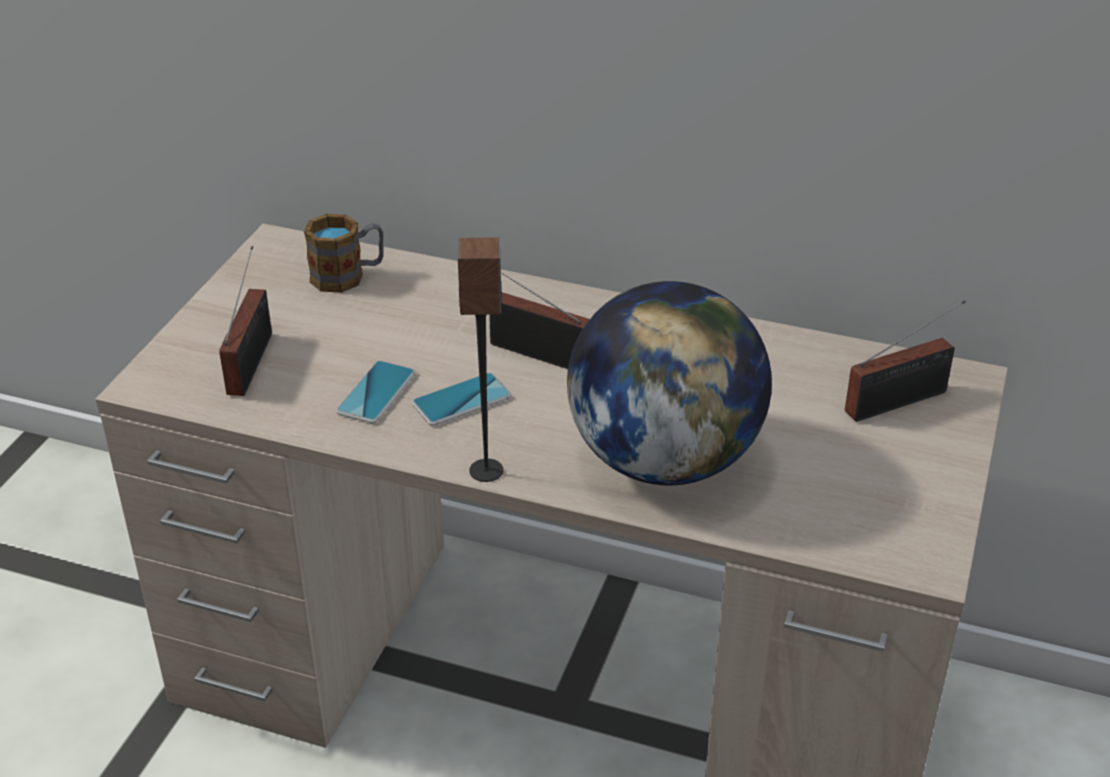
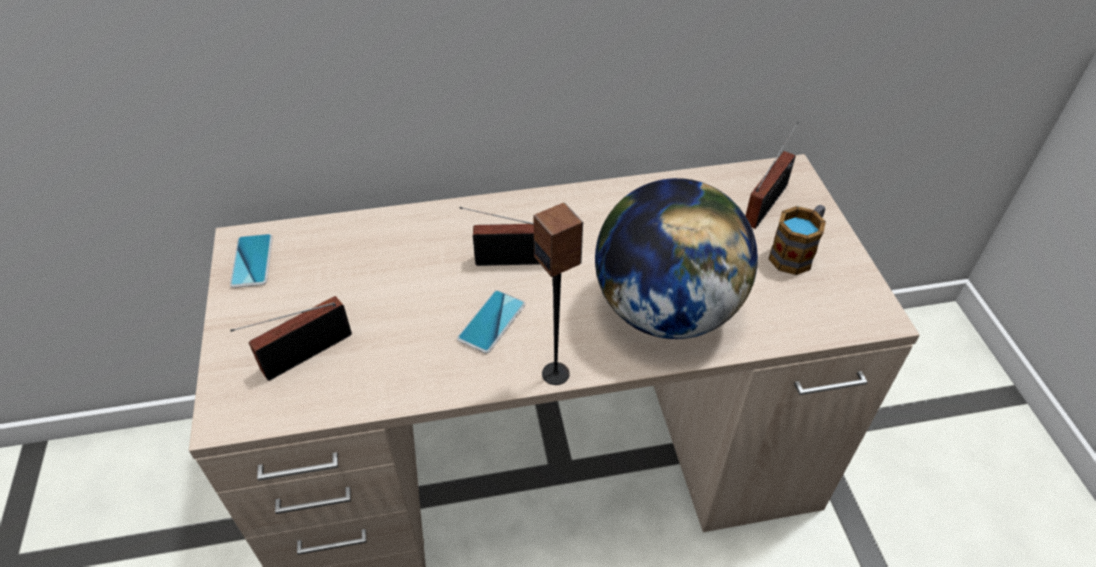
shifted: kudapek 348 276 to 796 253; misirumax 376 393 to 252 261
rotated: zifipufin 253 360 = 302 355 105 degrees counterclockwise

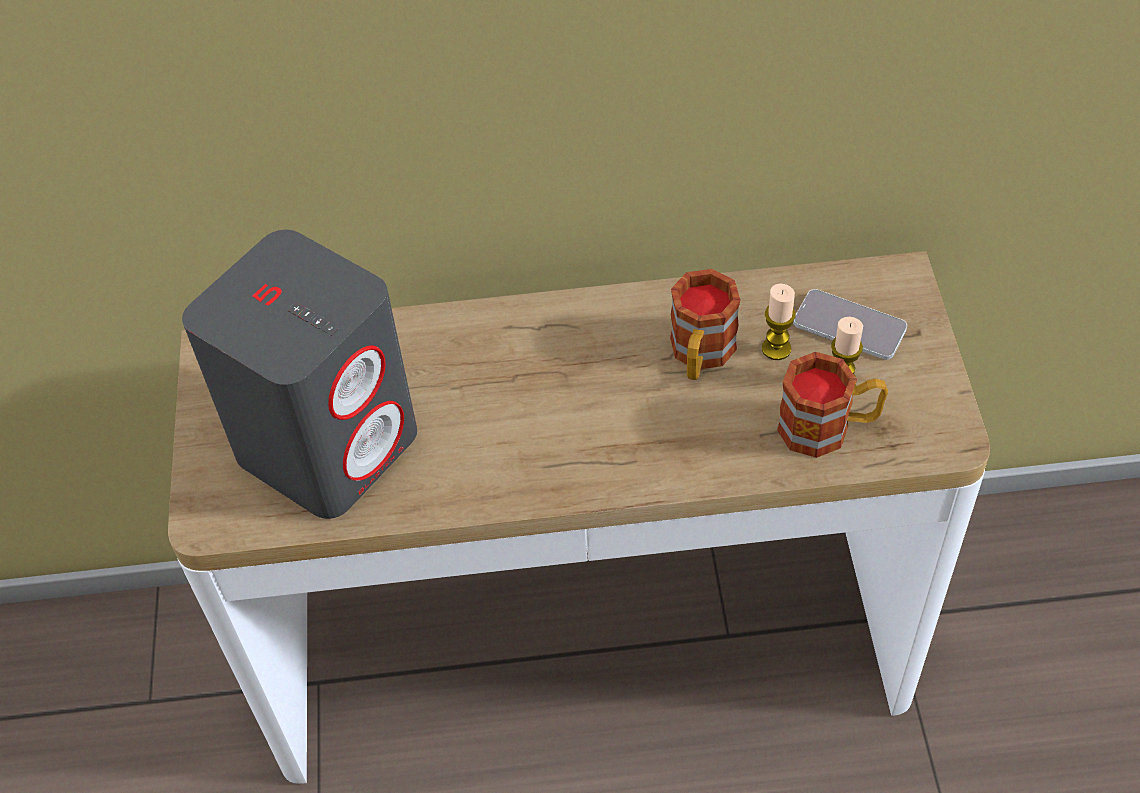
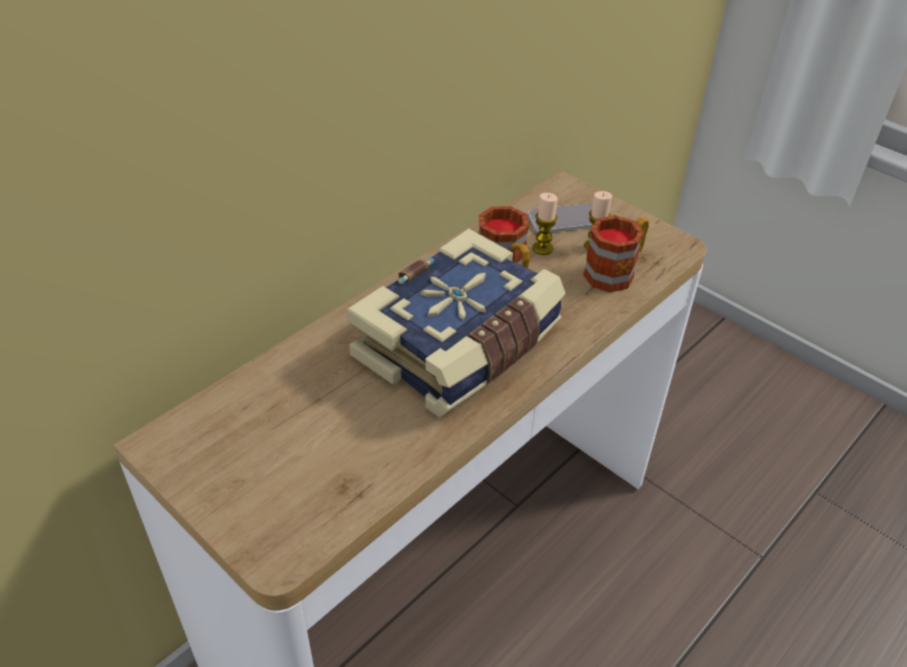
gone: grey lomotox 329 443
new: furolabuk 460 347

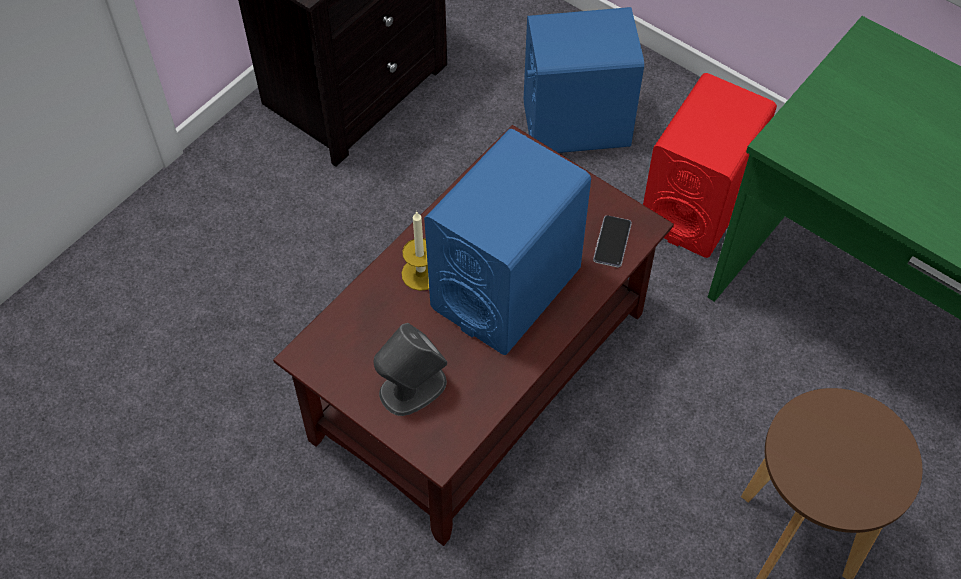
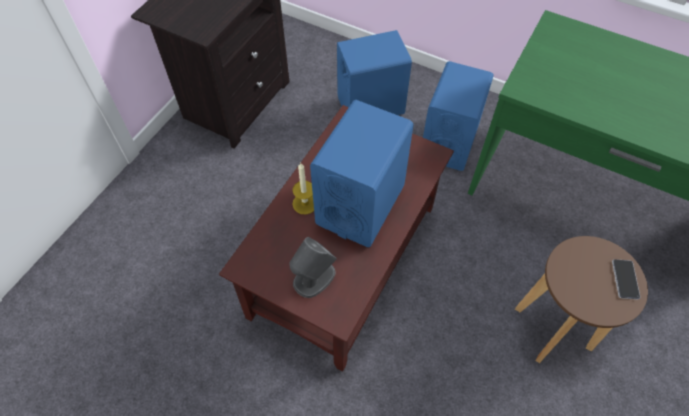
shifted: misirumax 612 242 to 625 279
repainted: red lomotox 696 206 to blue lomotox 449 142

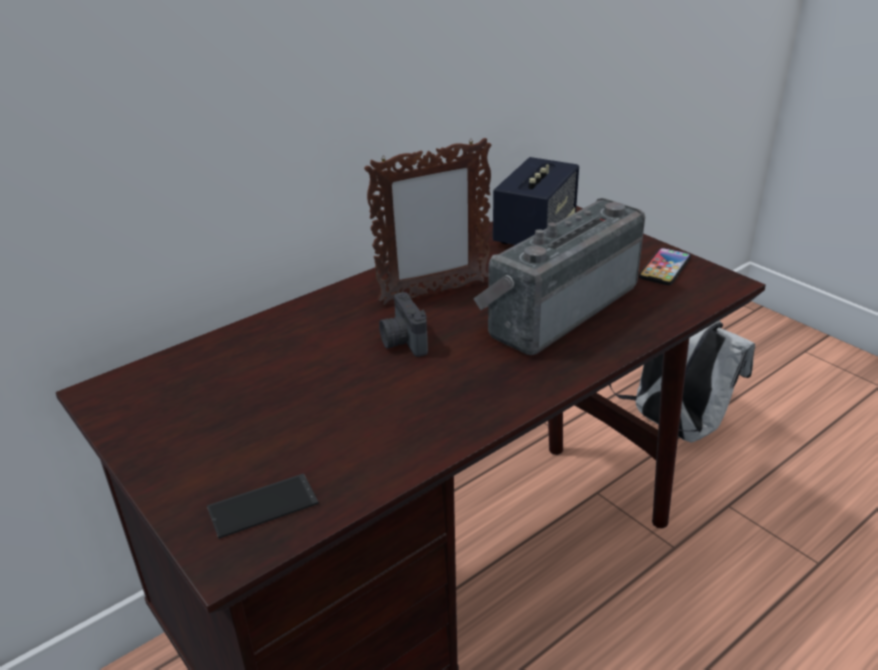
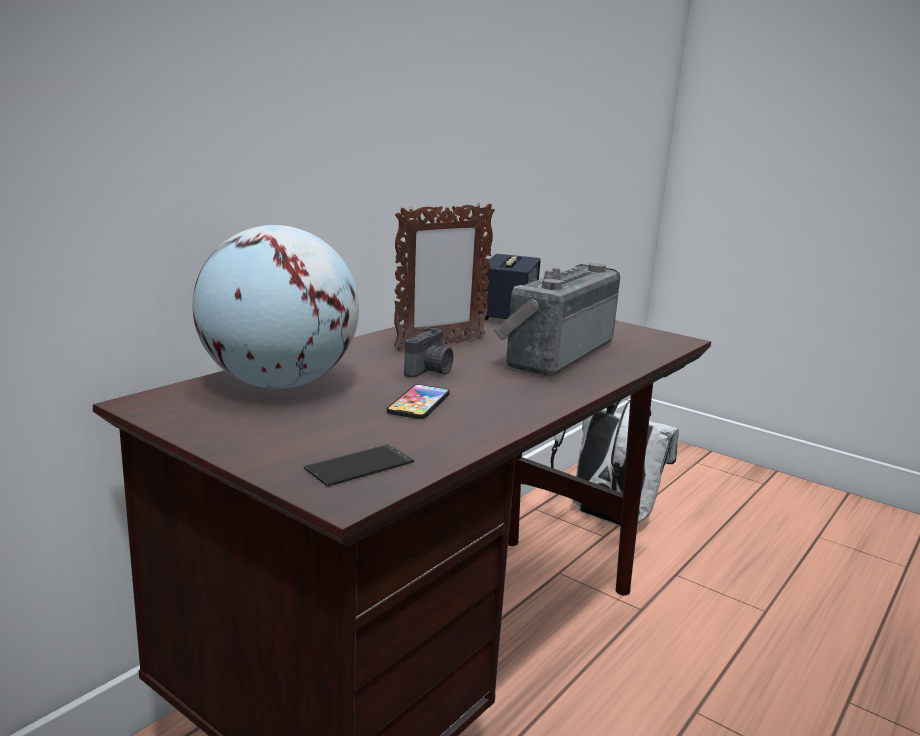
new: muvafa 279 384
shifted: misirumax 665 267 to 419 403
rotated: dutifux 402 342 = 430 371 120 degrees counterclockwise

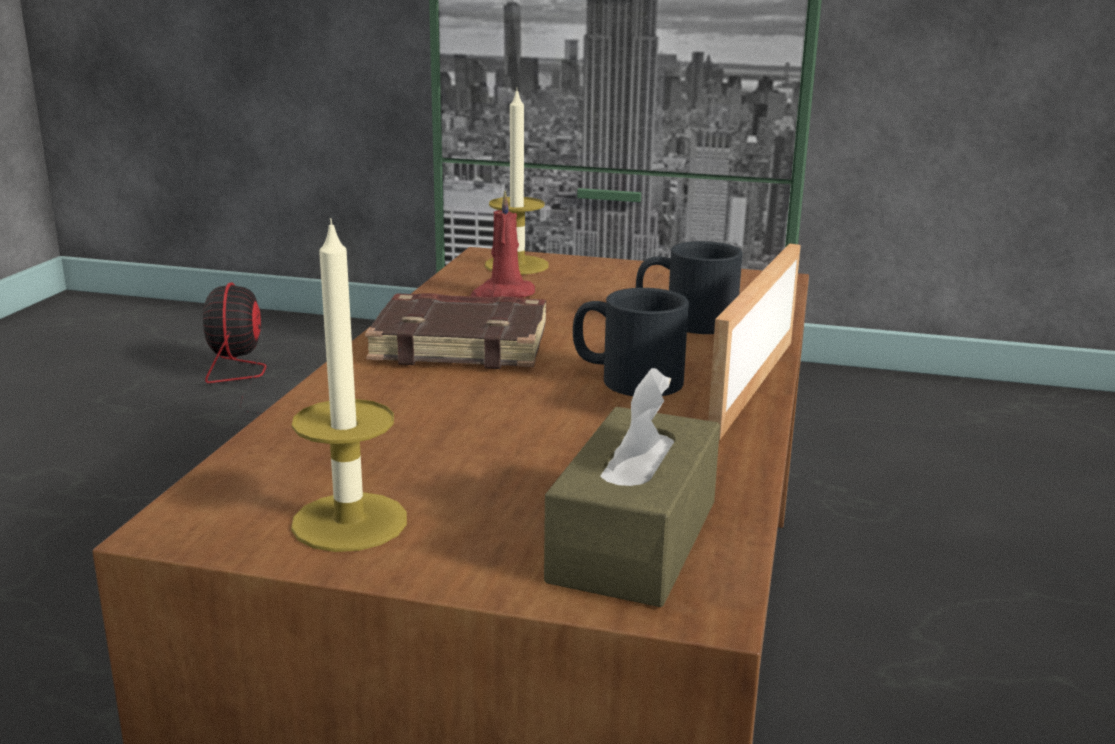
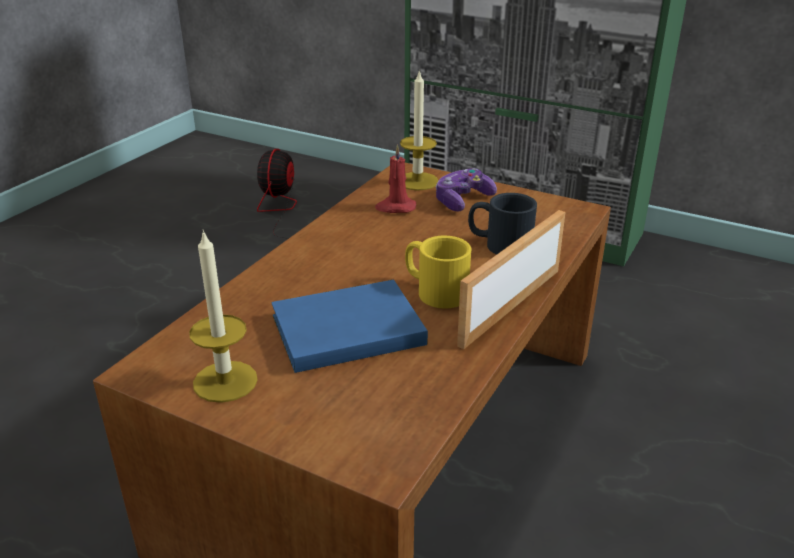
gone: brown furolabuk 463 343; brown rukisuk 634 540
new: blue furolabuk 343 329; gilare 463 200
repainted: black kudapek 626 378 to yellow kudapek 434 290

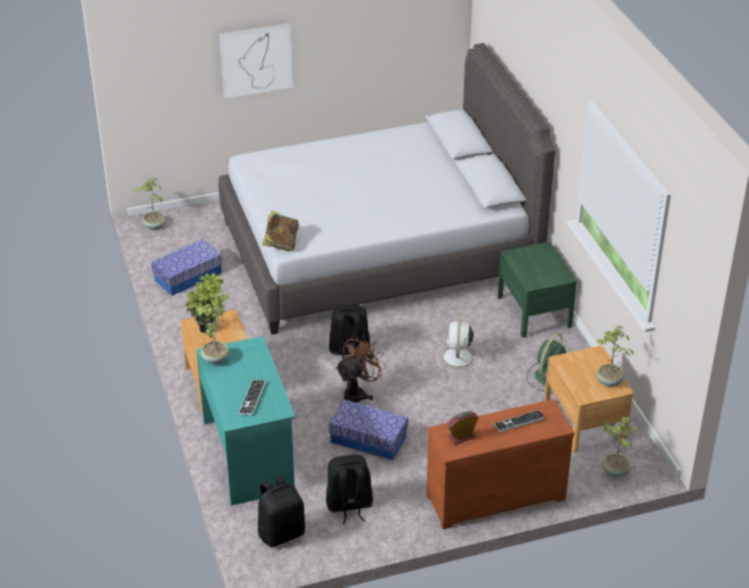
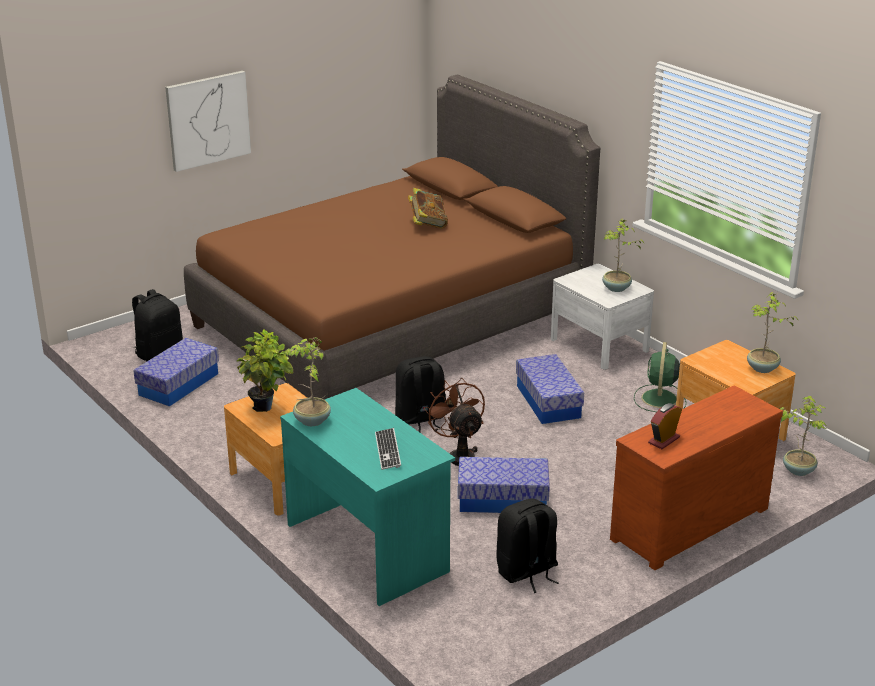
gone: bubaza 519 422
shifted: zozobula 154 226 to 616 288; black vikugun 281 532 to 159 353; furolabuk 281 243 to 427 224
swapped: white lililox 457 358 to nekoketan 548 401
repainted: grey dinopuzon 378 250 to brown dinopuzon 390 322; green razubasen 534 311 to white razubasen 599 345
rotated: brown lililox 358 393 = 459 456 45 degrees counterclockwise

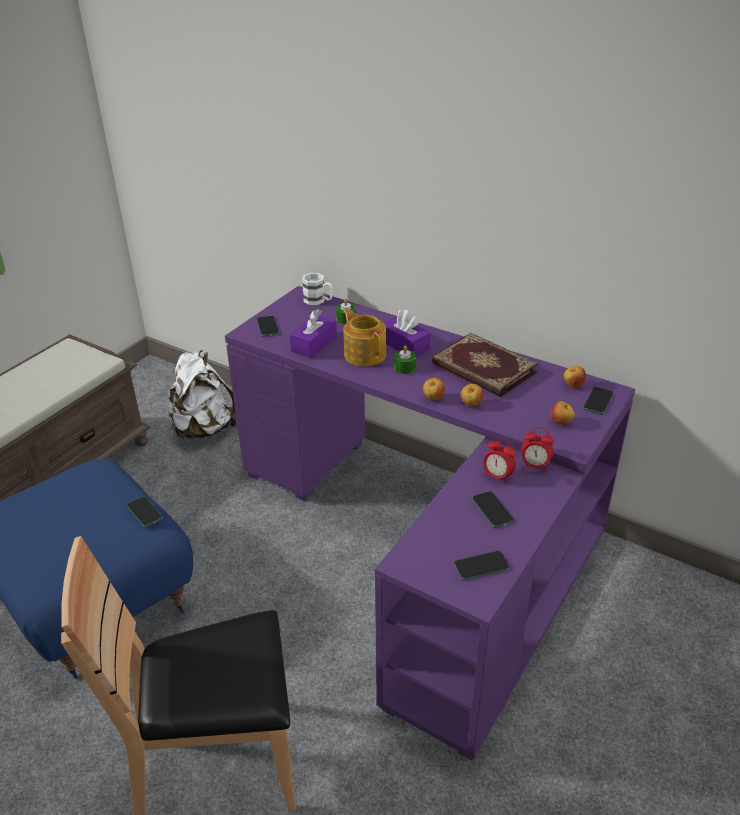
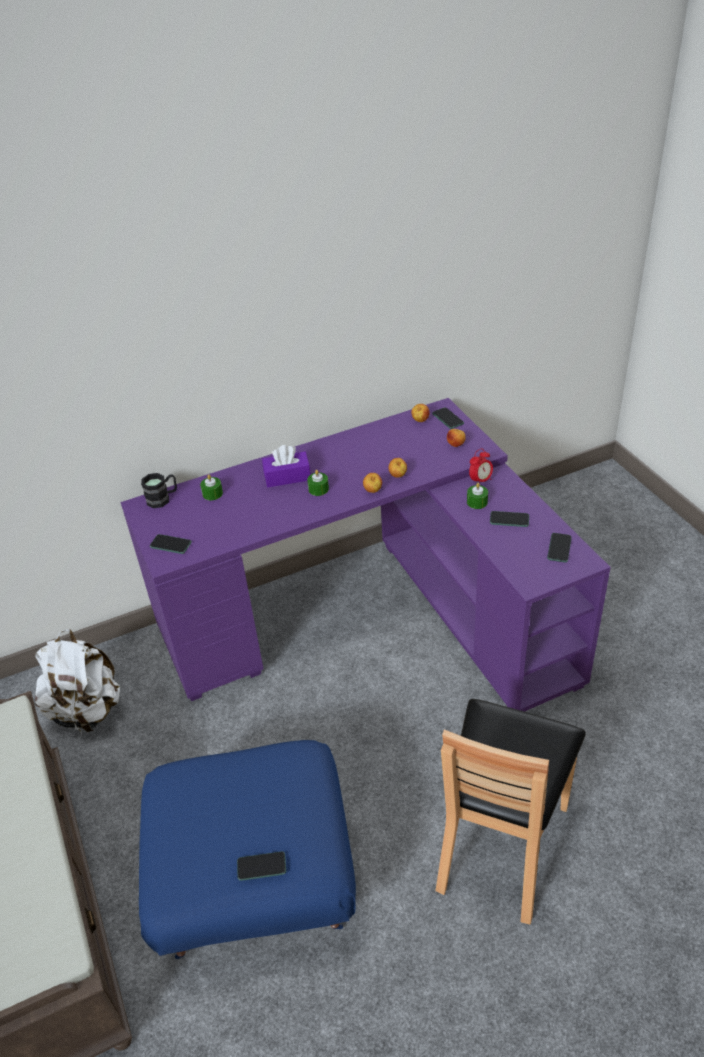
gone: purple rukisuk 314 344; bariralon 365 354; furolabuk 483 369
shifted: misirumax 144 512 to 261 866
swapped: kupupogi 497 476 to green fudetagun 477 502
repainted: white kudapek 318 301 to black kudapek 163 498

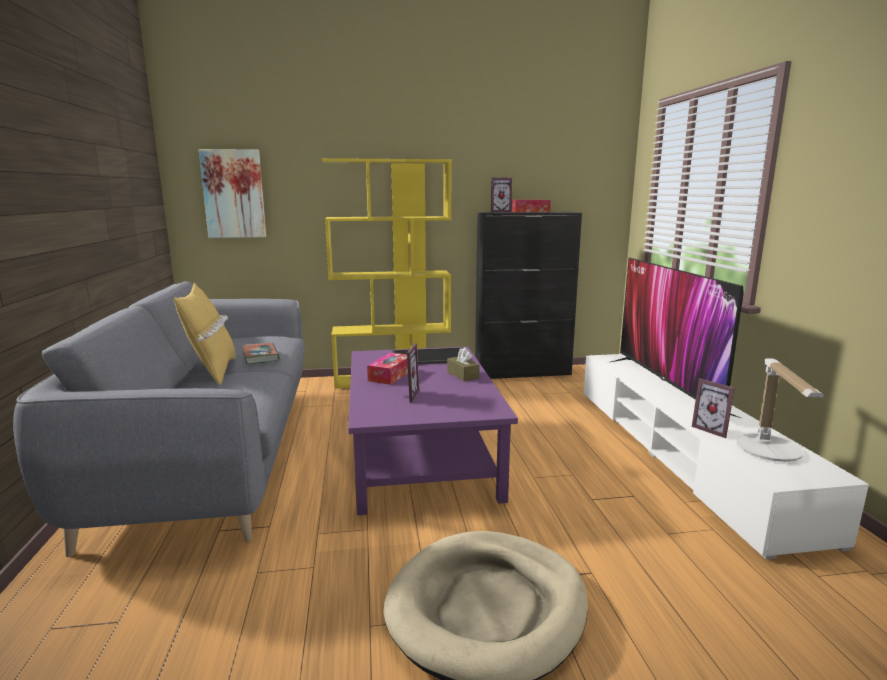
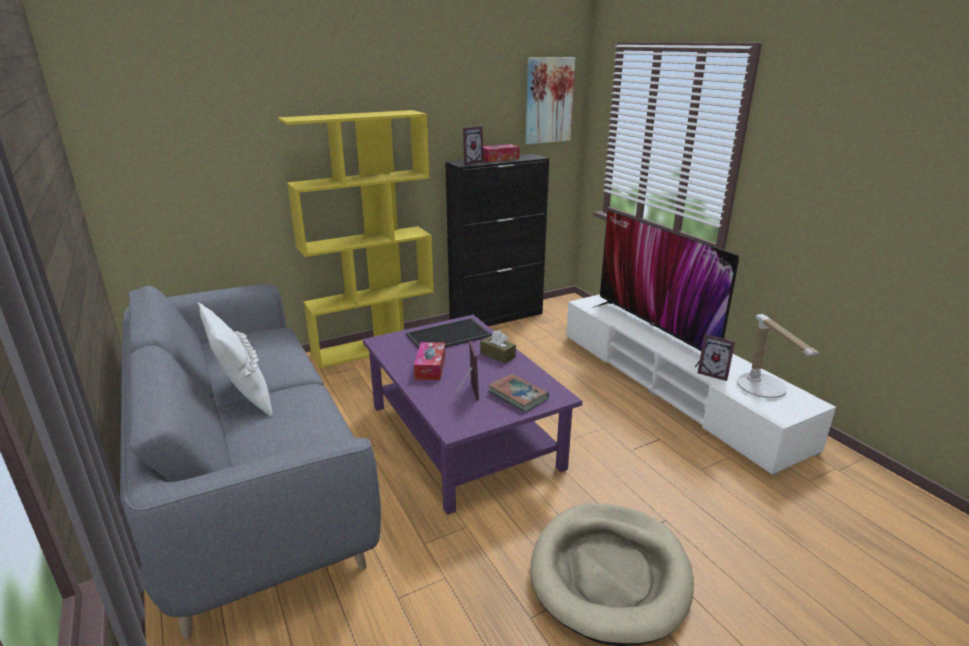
shifted: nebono 234 194 to 548 100; furolabuk 260 356 to 518 395
repainted: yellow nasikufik 212 372 to white nasikufik 243 398

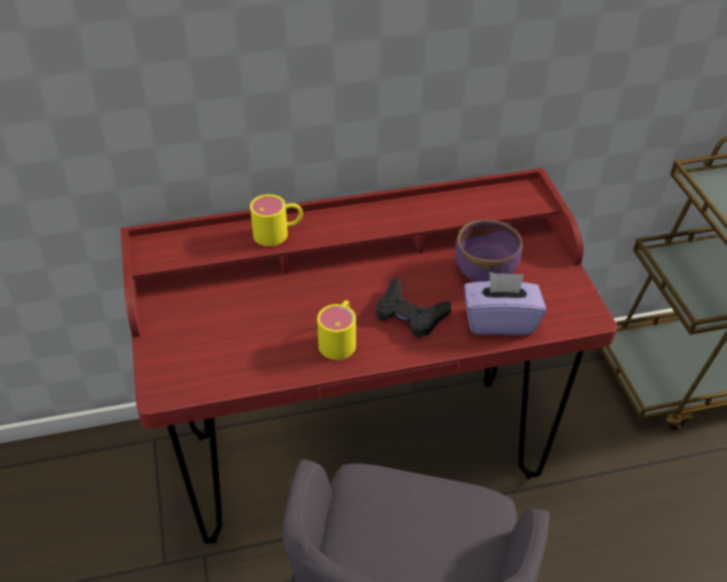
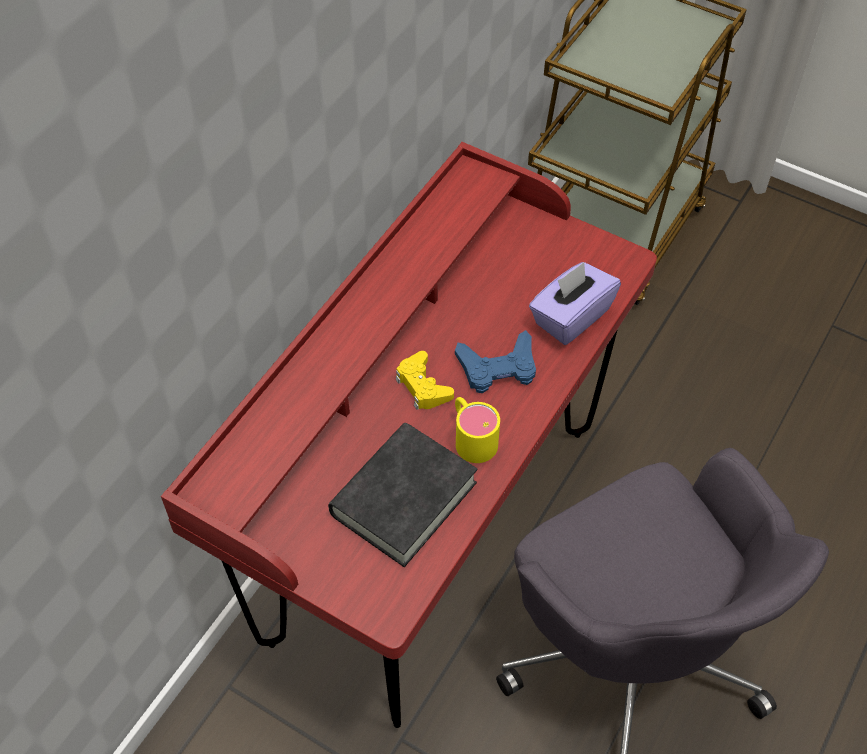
gone: yellow kudapek 278 233; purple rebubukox 485 273
new: black furolabuk 403 499; yellow gilare 423 386
repainted: black gilare 410 314 to blue gilare 498 368

